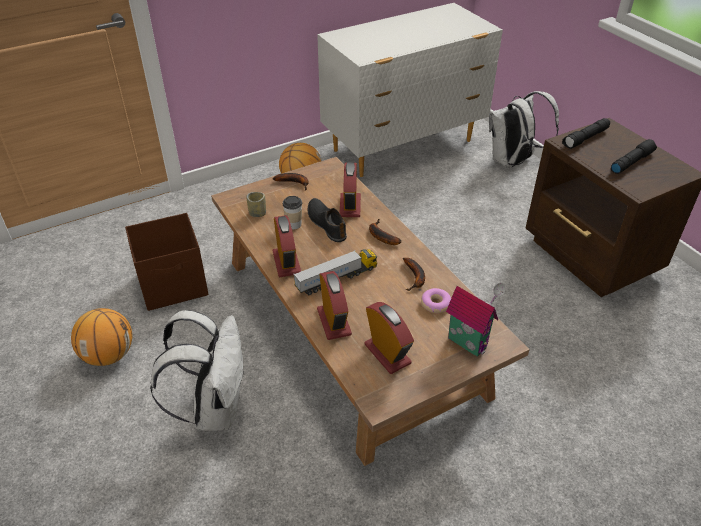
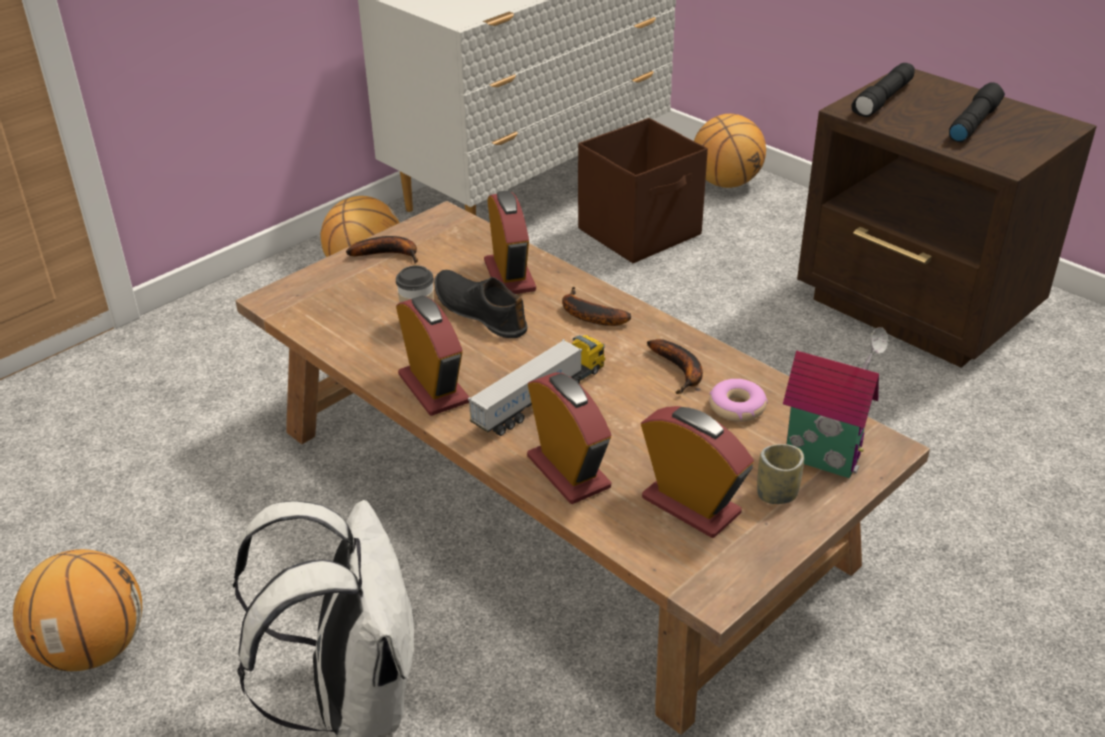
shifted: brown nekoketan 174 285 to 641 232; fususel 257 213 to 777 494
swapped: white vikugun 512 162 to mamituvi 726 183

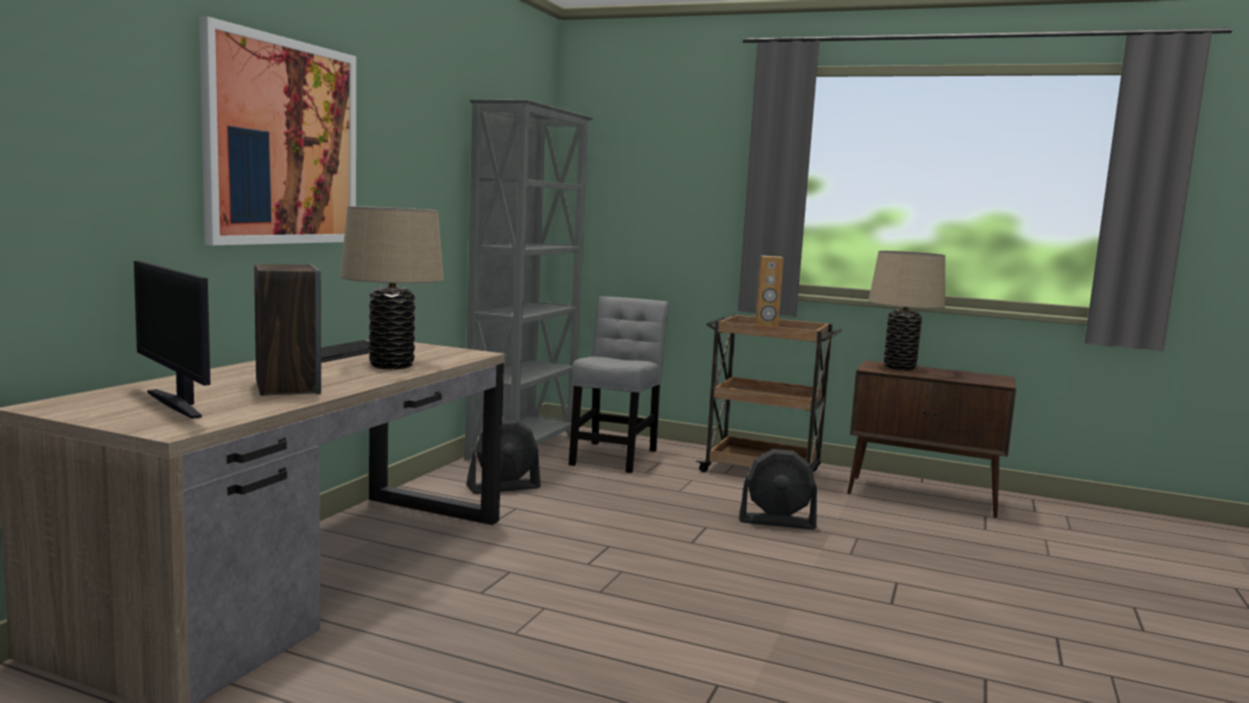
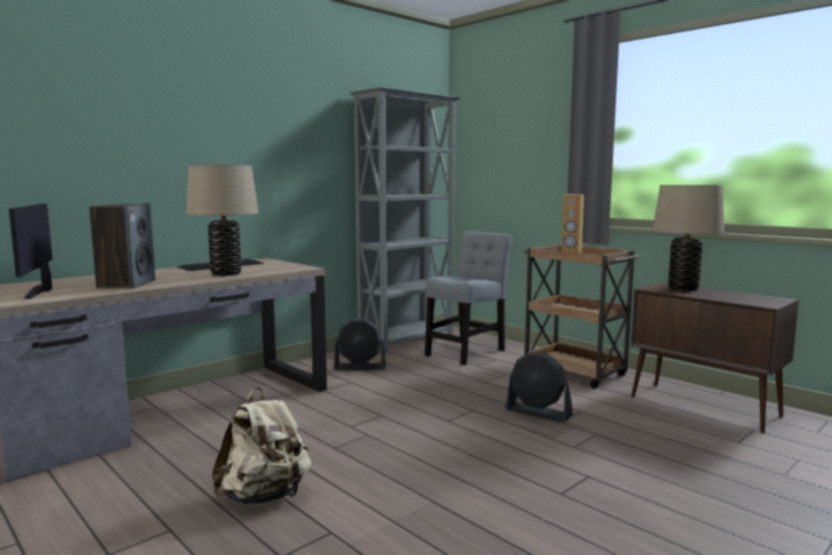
gone: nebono 282 142
new: beige vikugun 264 496

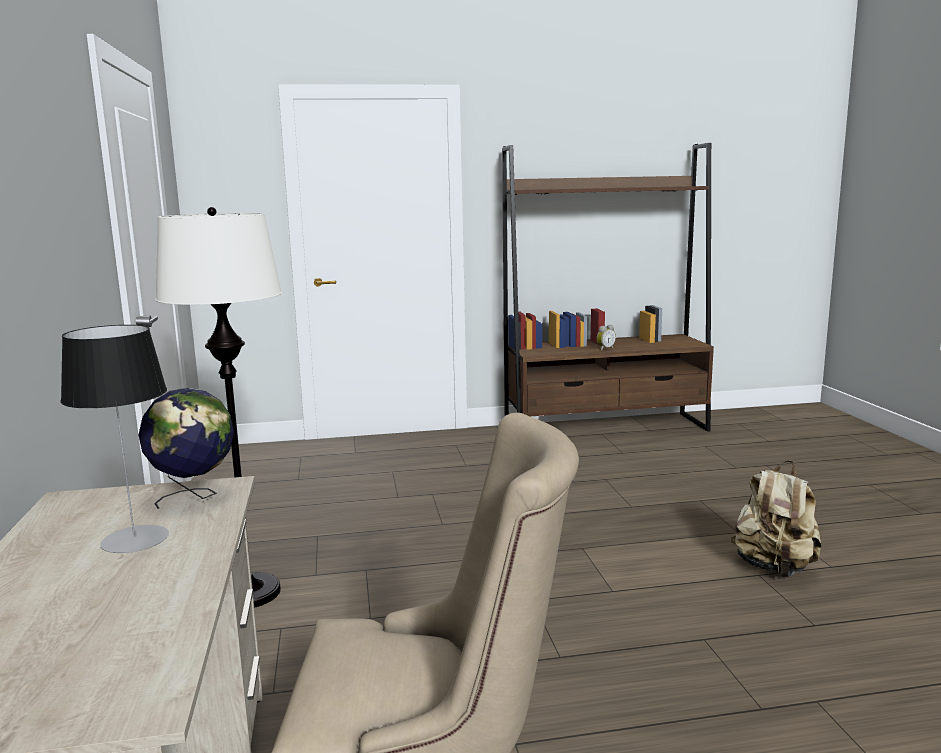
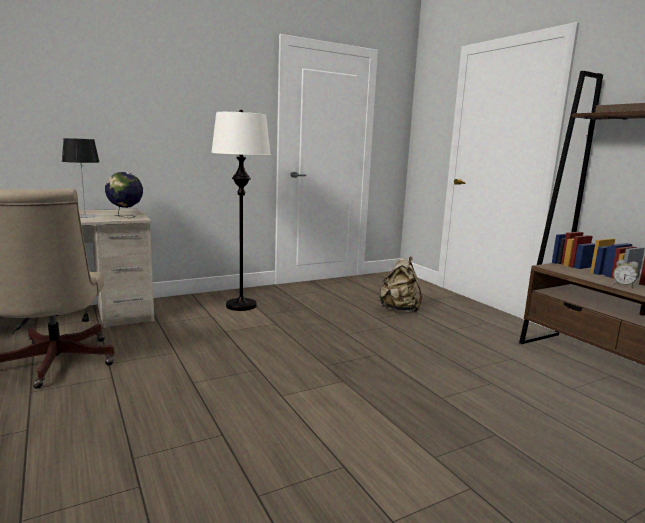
shifted: beige vikugun 774 568 to 399 309

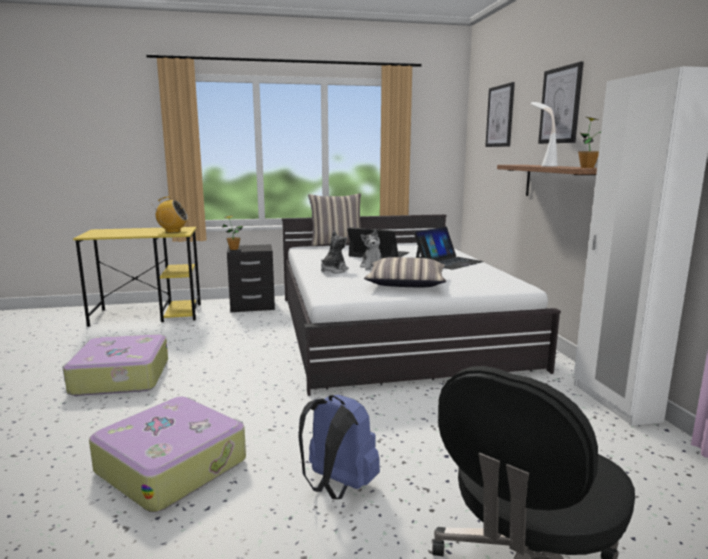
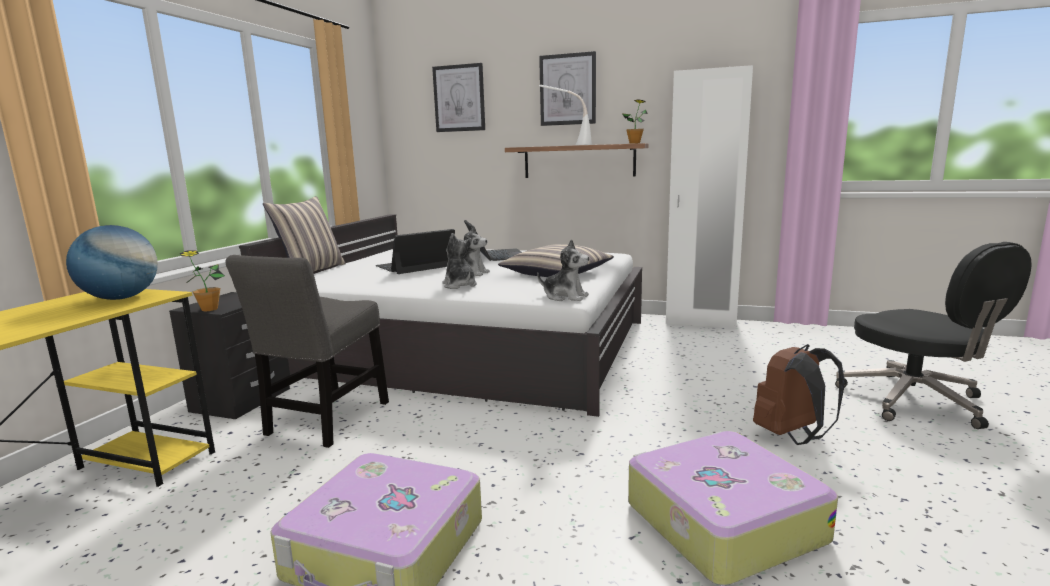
new: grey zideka 325 421; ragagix 565 297
swapped: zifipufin 172 231 to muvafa 121 298
repainted: blue vikugun 337 486 to brown vikugun 792 436

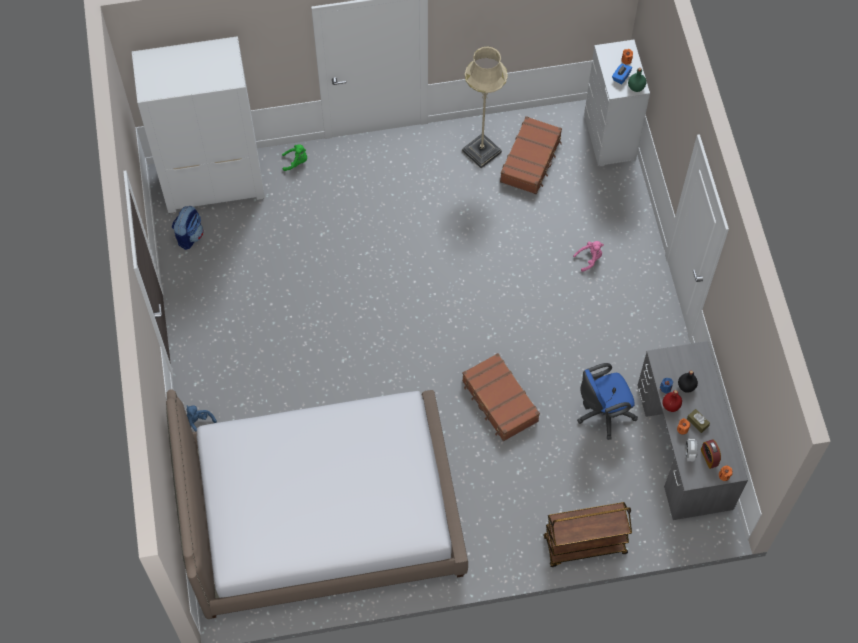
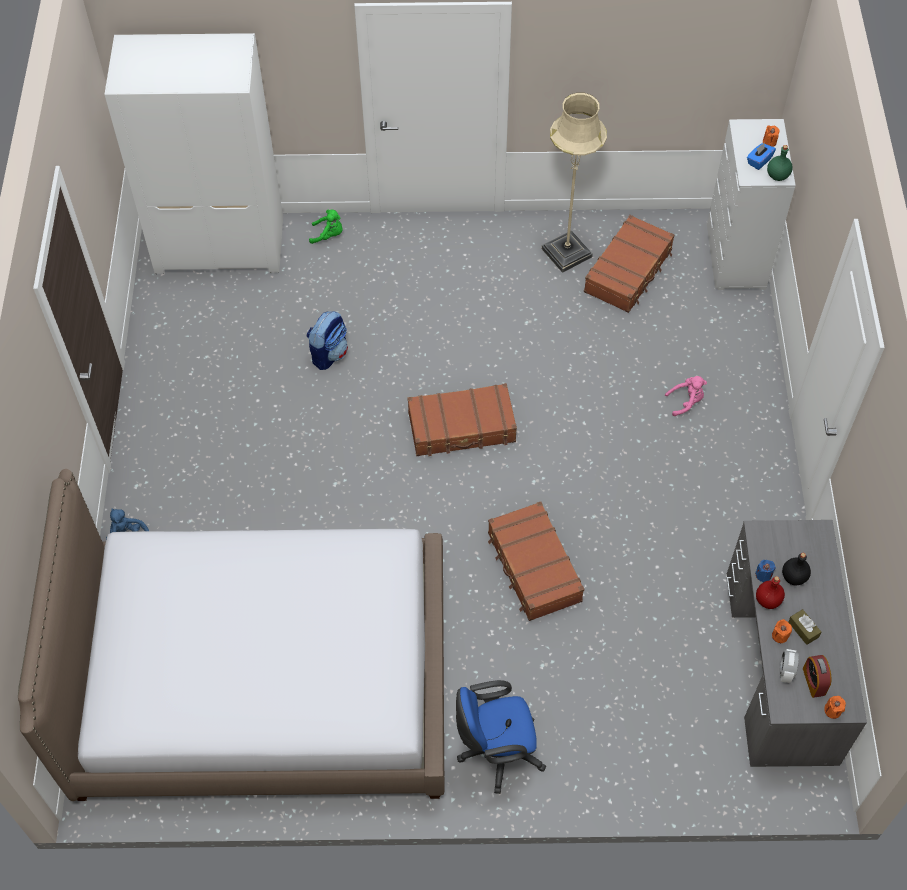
gone: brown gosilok 584 546
new: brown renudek 462 428
shifted: vikugun 189 236 to 329 353; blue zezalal 602 413 to 496 752

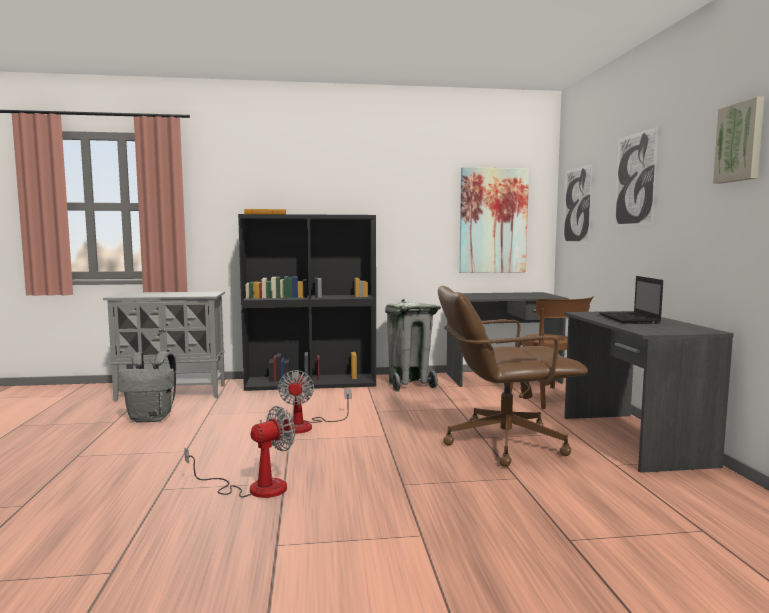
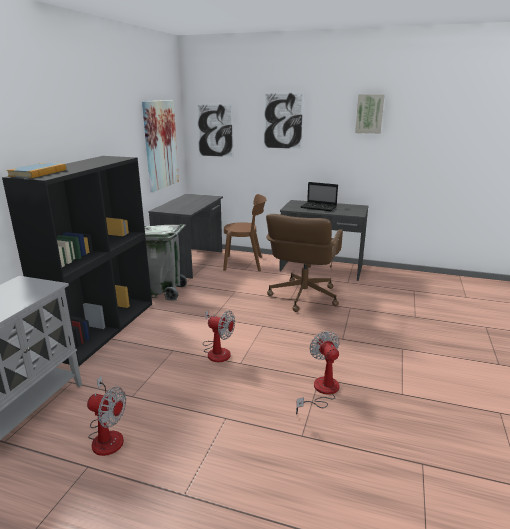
swapped: grey vikugun 152 418 to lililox 107 435

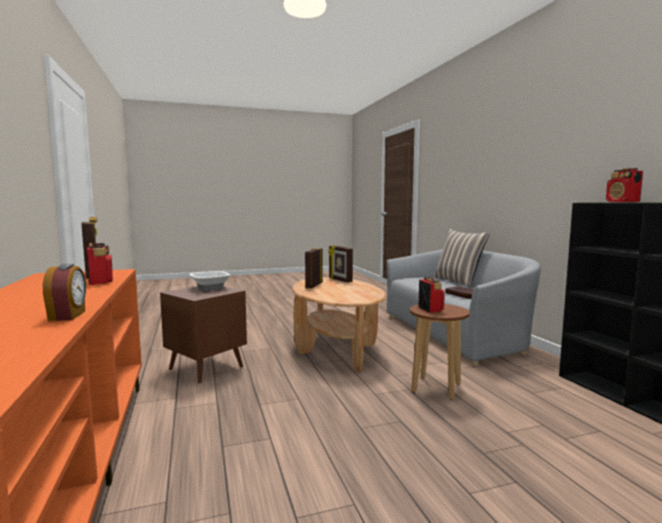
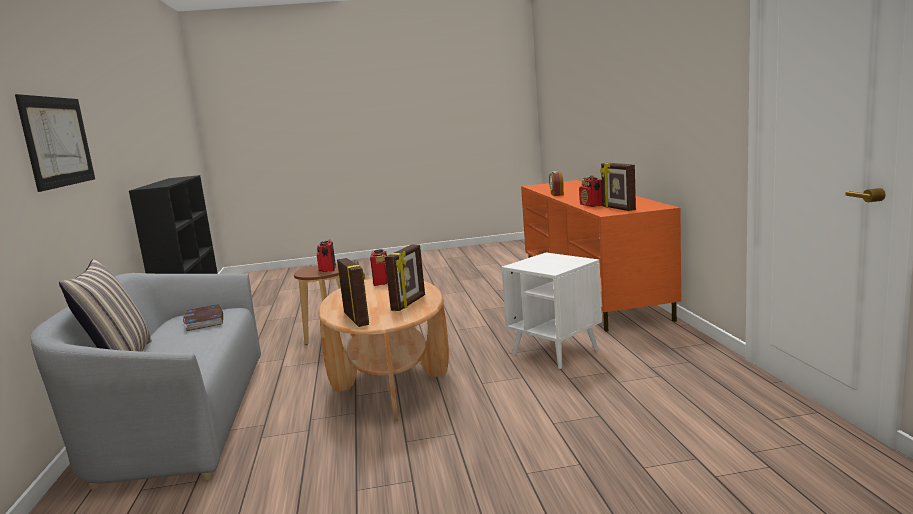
gone: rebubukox 210 288
new: nebono 58 141
shifted: zifipufin 622 202 to 382 282
repainted: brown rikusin 206 369 to white rikusin 555 352

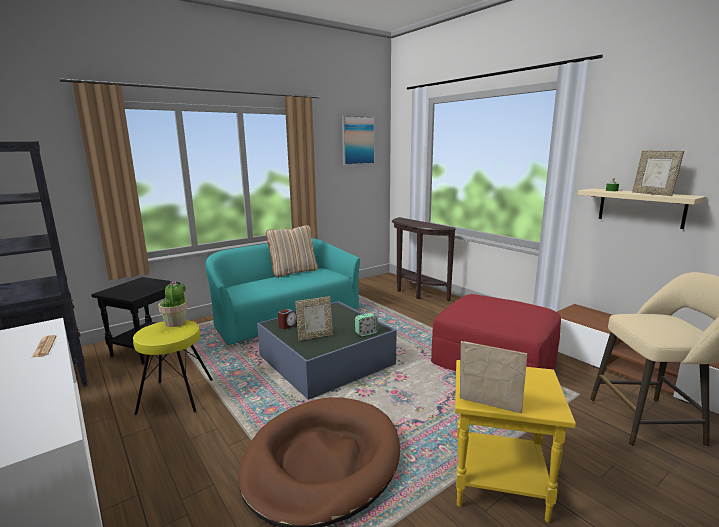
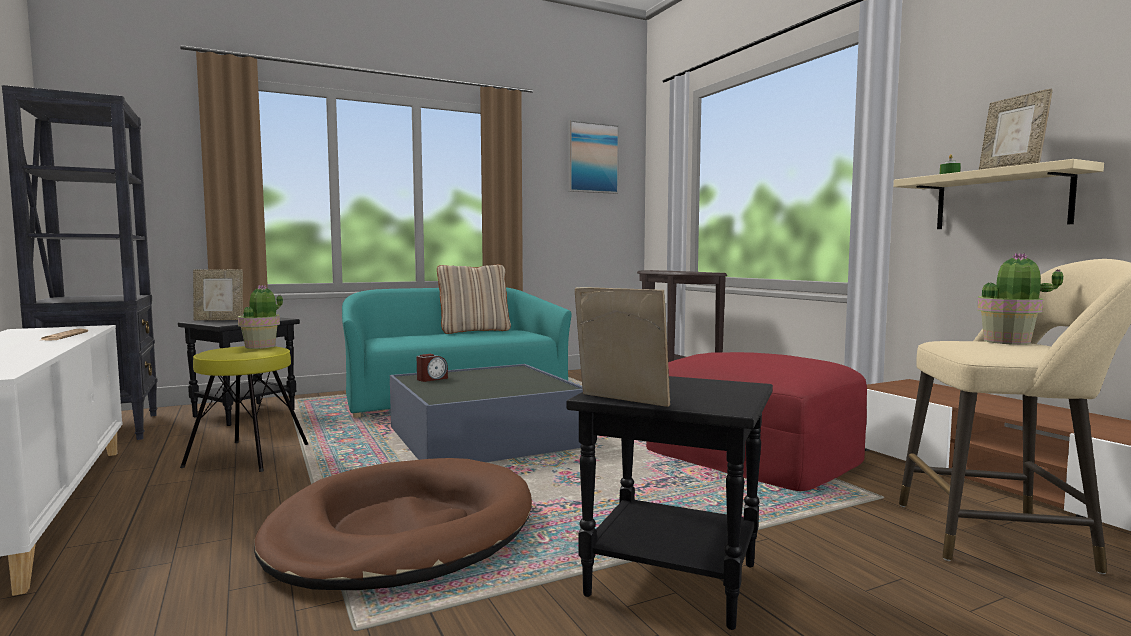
gone: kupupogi 366 333
new: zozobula 1007 342
shifted: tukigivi 315 336 to 219 320
repainted: yellow rikusin 498 485 to black rikusin 669 581

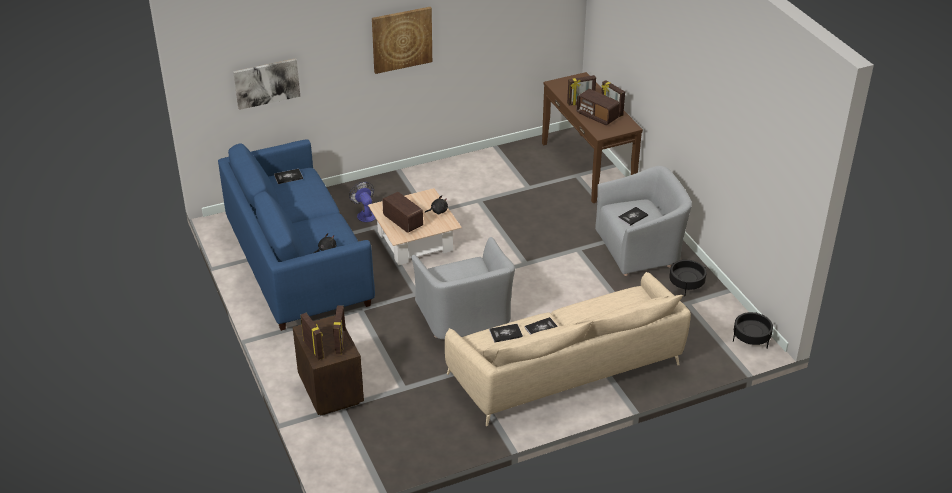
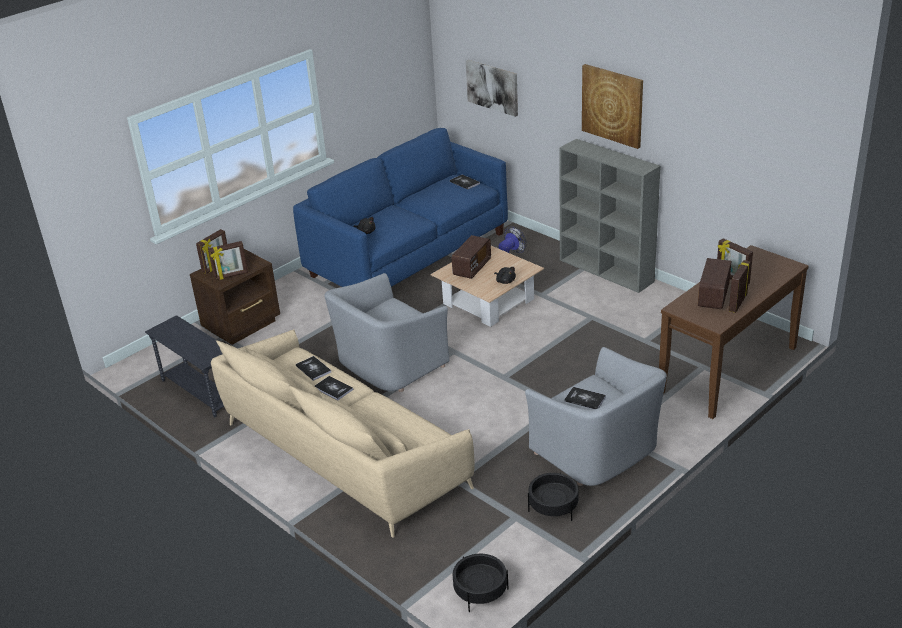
new: grey rikusin 200 392; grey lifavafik 607 271

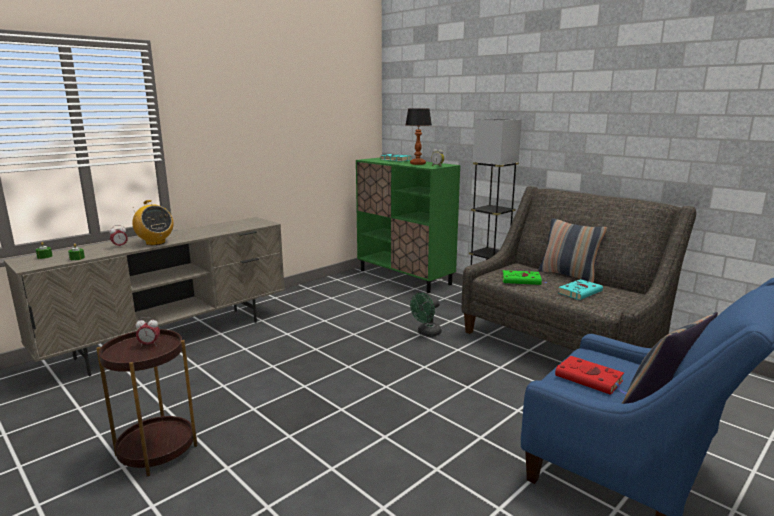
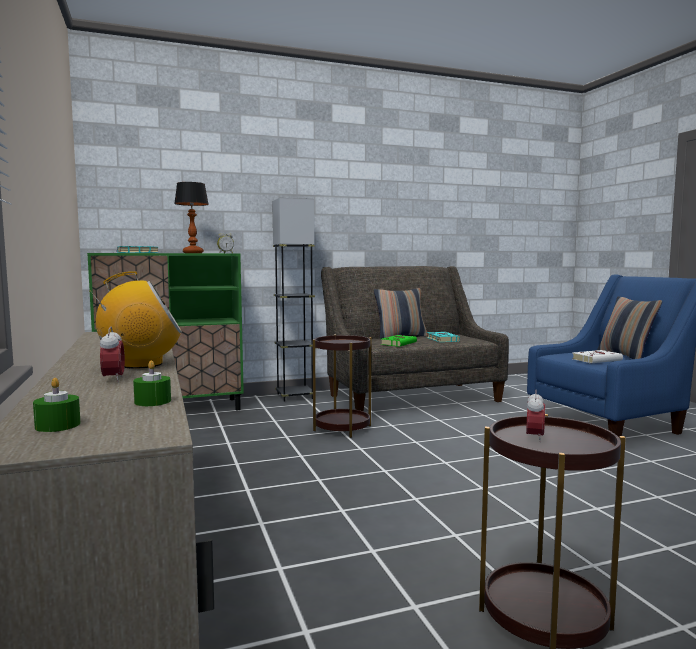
swapped: green lililox 426 333 to brown rikusin 342 428
repainted: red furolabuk 590 379 to white furolabuk 597 360

